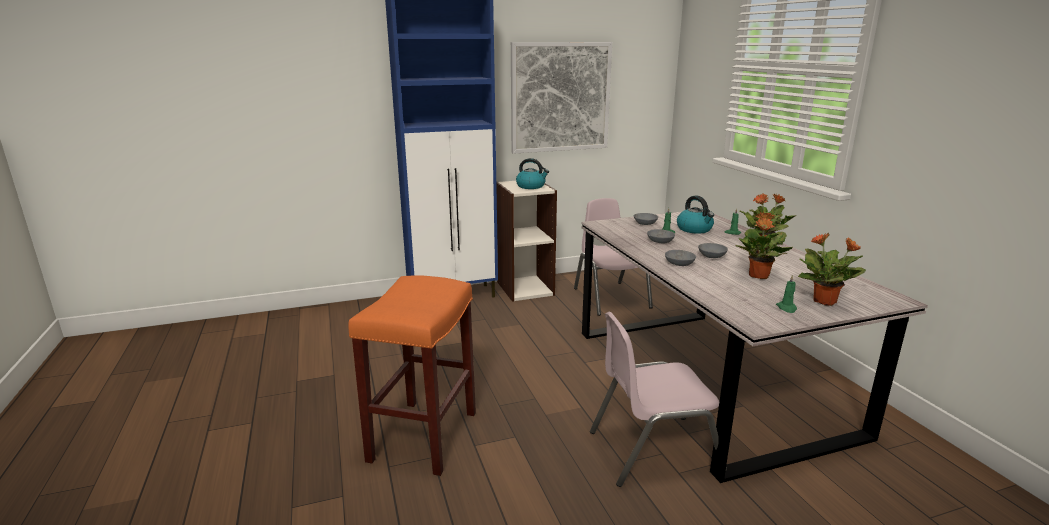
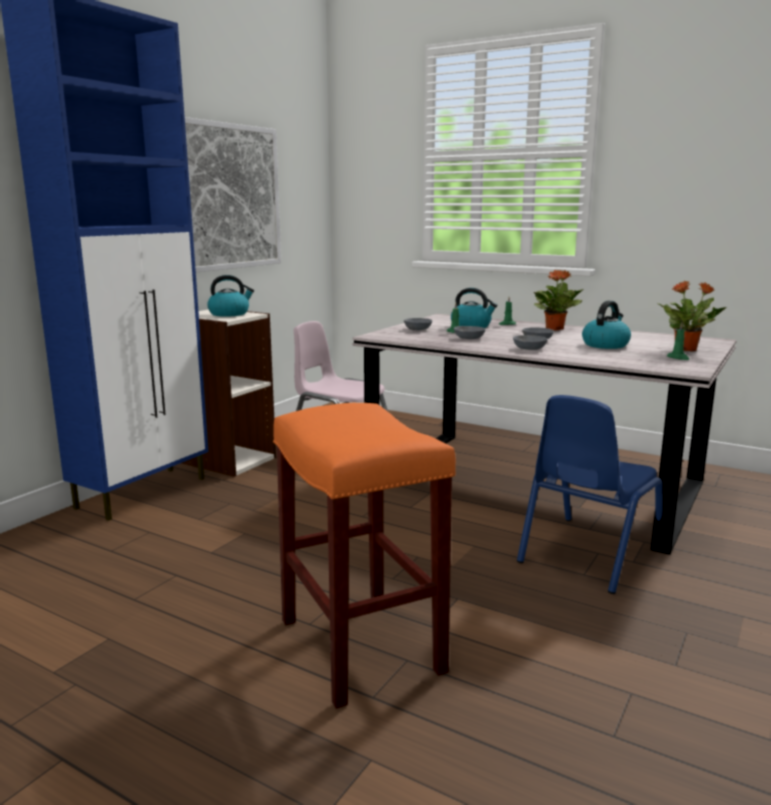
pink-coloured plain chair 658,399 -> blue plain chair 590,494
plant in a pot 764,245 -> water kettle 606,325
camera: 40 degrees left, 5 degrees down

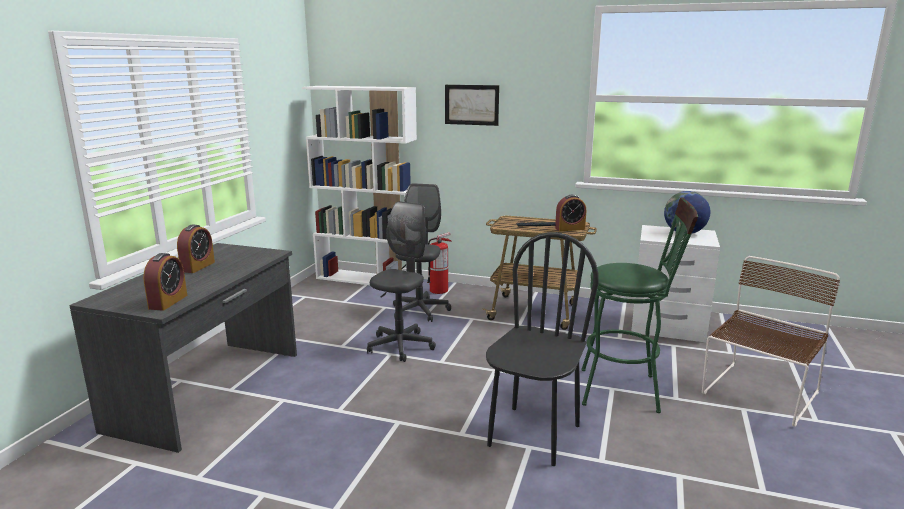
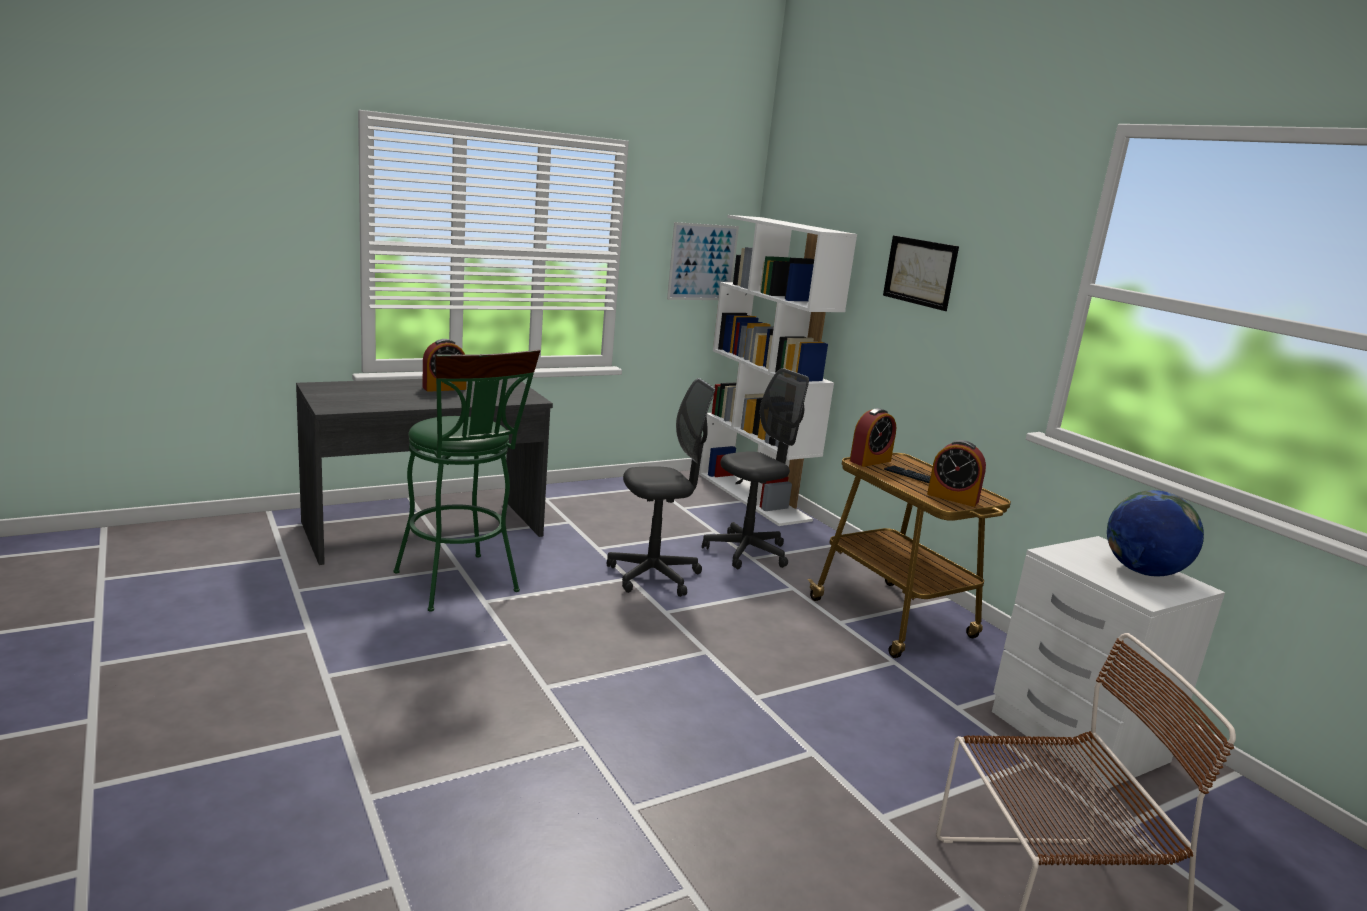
green-coloured stool seat 639,305 -> green-coloured stool seat 466,481, move
none -> wall art 703,261
bedside clock 165,282 -> bedside clock 873,437, move
fire extinguisher 439,263 -> none
blackish plain chair 542,349 -> none
camera: 40 degrees right, 0 degrees up

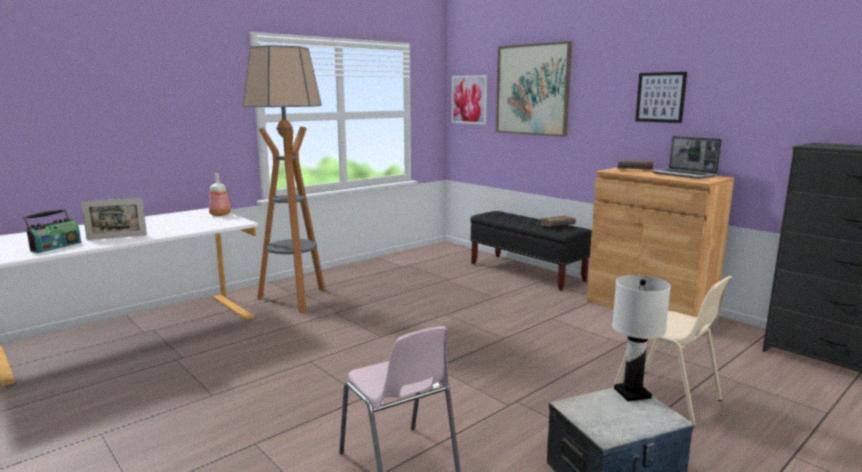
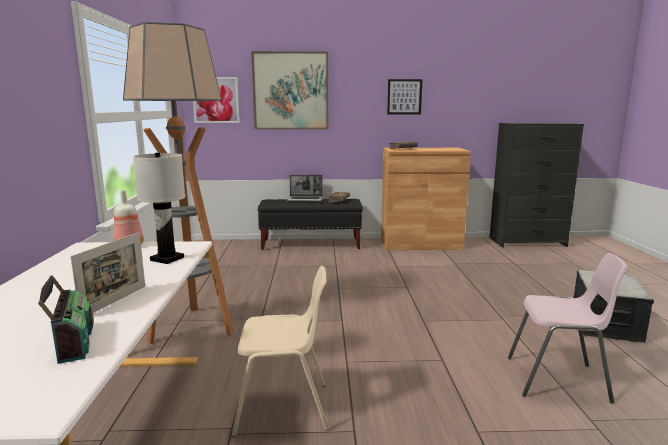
white table lamp 641,338 -> white table lamp 159,208, move
beige-coloured plain chair 673,351 -> beige-coloured plain chair 280,351, move
laptop 686,157 -> laptop 305,188, move
camera: 50 degrees left, 0 degrees up

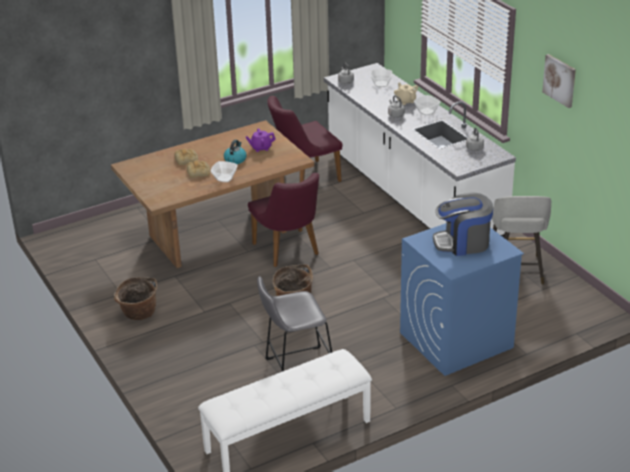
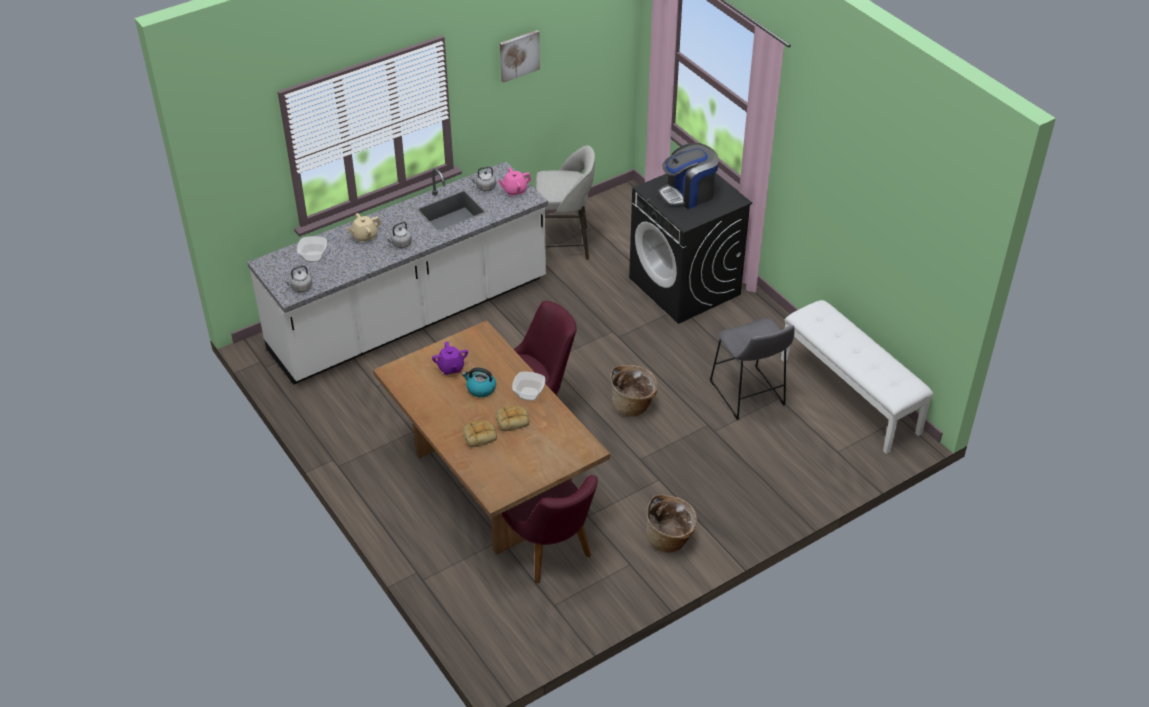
none -> pink-coloured tea pot 514,182
purplish plain chair 305,139 -> purplish plain chair 550,529, move
blue laundry machine 462,299 -> blackish laundry machine 690,248
coffee machine 463,224 -> coffee machine 688,176, 75 degrees clockwise
serving bowl 427,105 -> none
camera: 95 degrees left, 10 degrees up

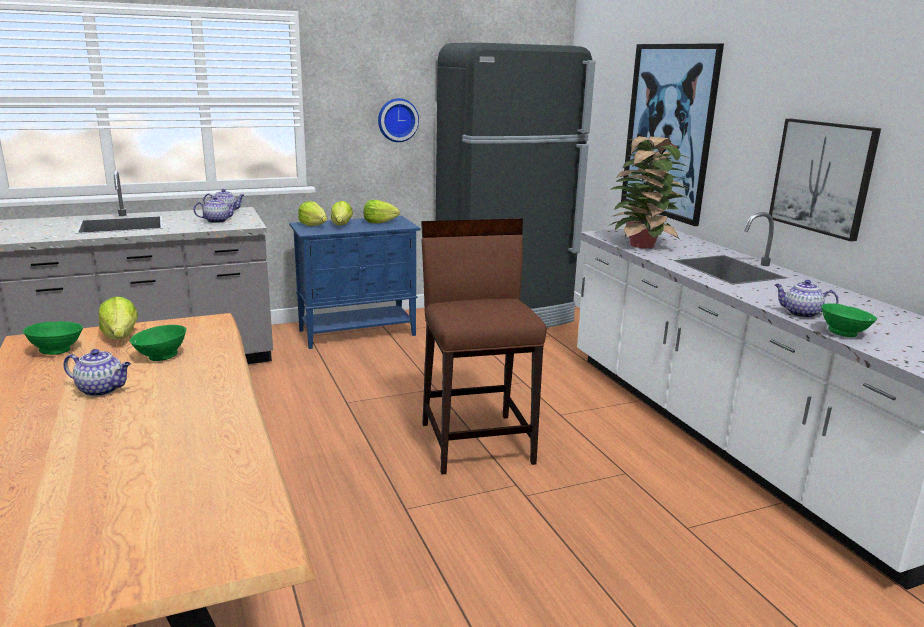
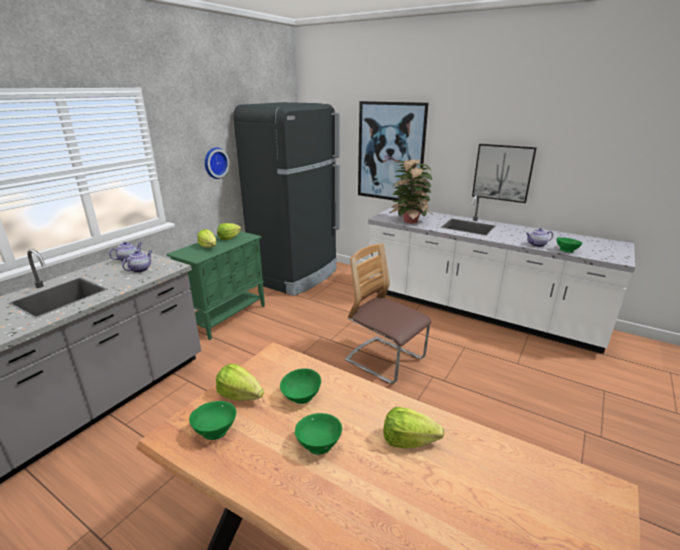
blue cupboard 354,282 -> green-coloured cupboard 215,285
tea pot 97,372 -> green-coloured serving bowl 318,434
brown-coloured stool seat 483,346 -> plain chair 388,314
lettuce head 312,213 -> lettuce head 414,427, move
camera: 35 degrees left, 5 degrees up

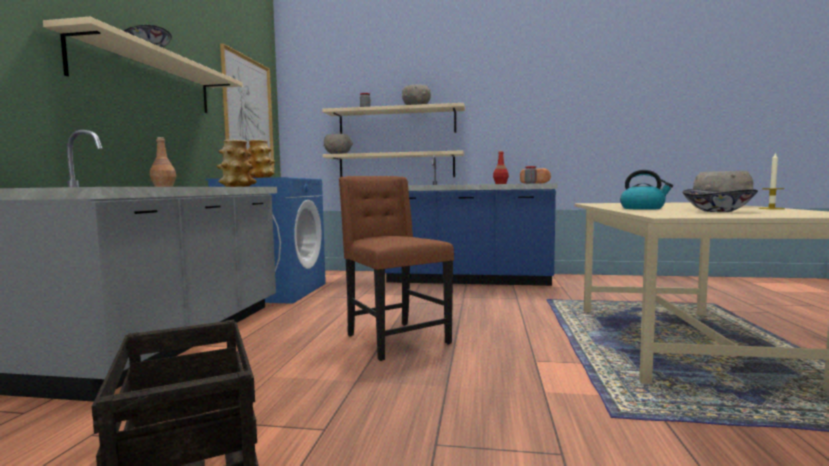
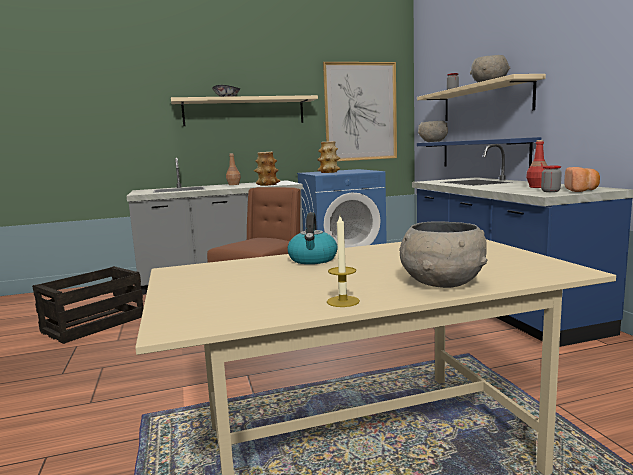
beige-coloured wall shelf 393,163 -> blue wall shelf 479,152
serving bowl 720,200 -> none
camera: 65 degrees right, 5 degrees up

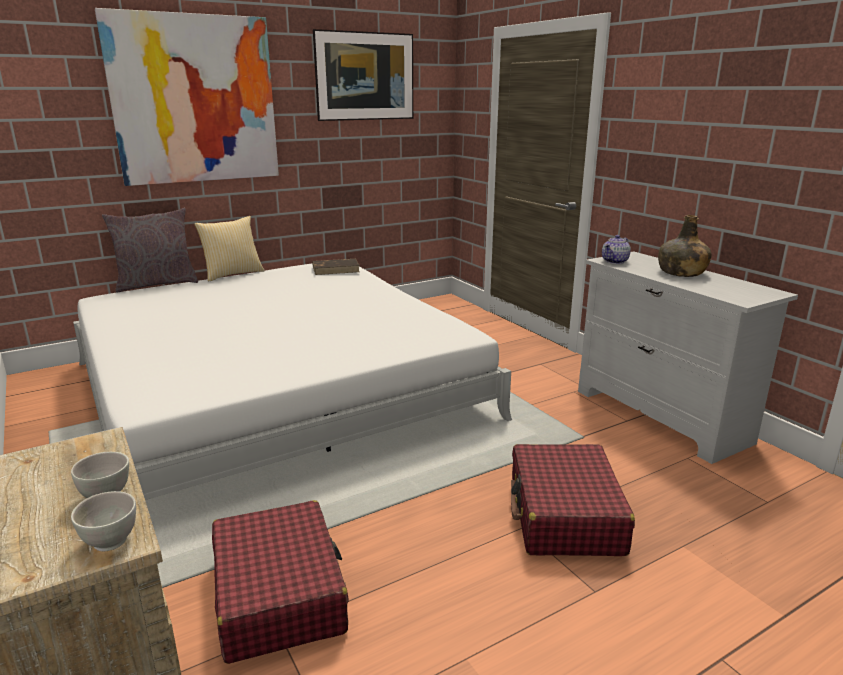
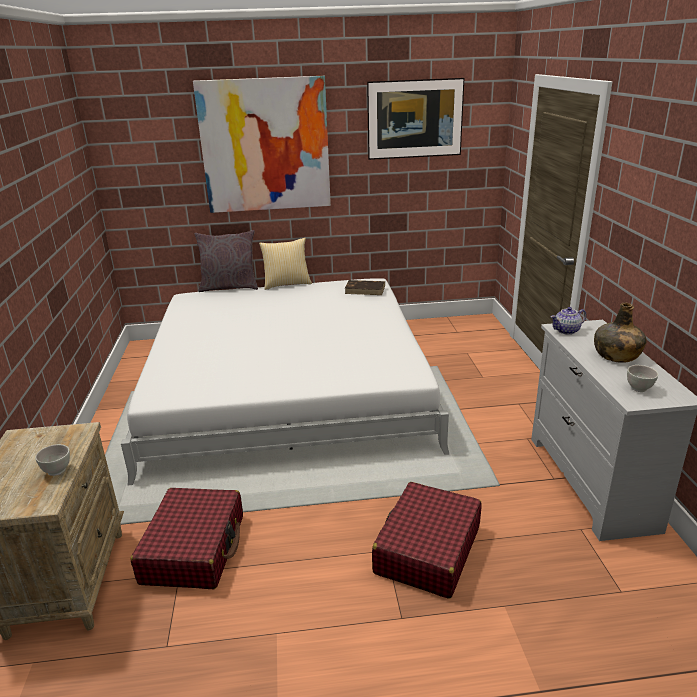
white serving bowl 103,521 -> white serving bowl 643,378, move
camera: 25 degrees right, 5 degrees up

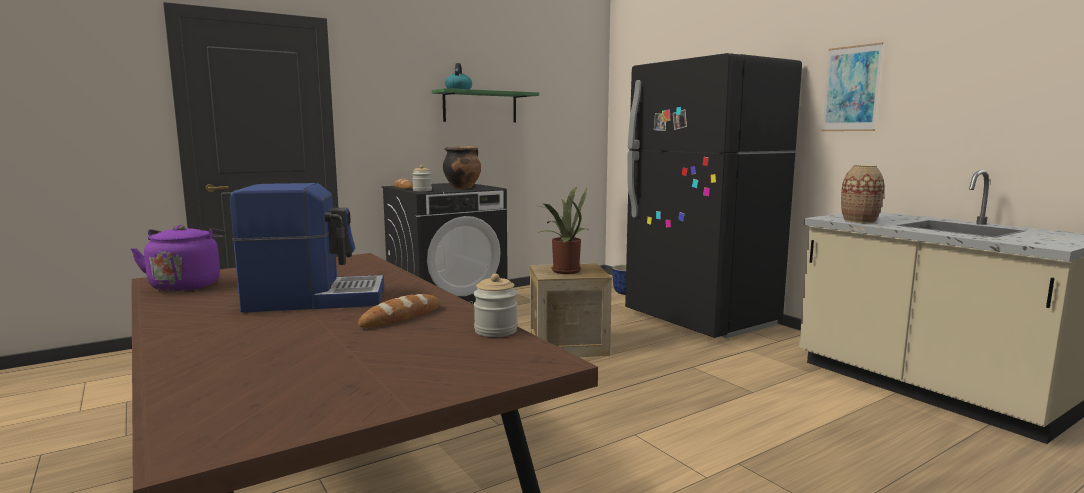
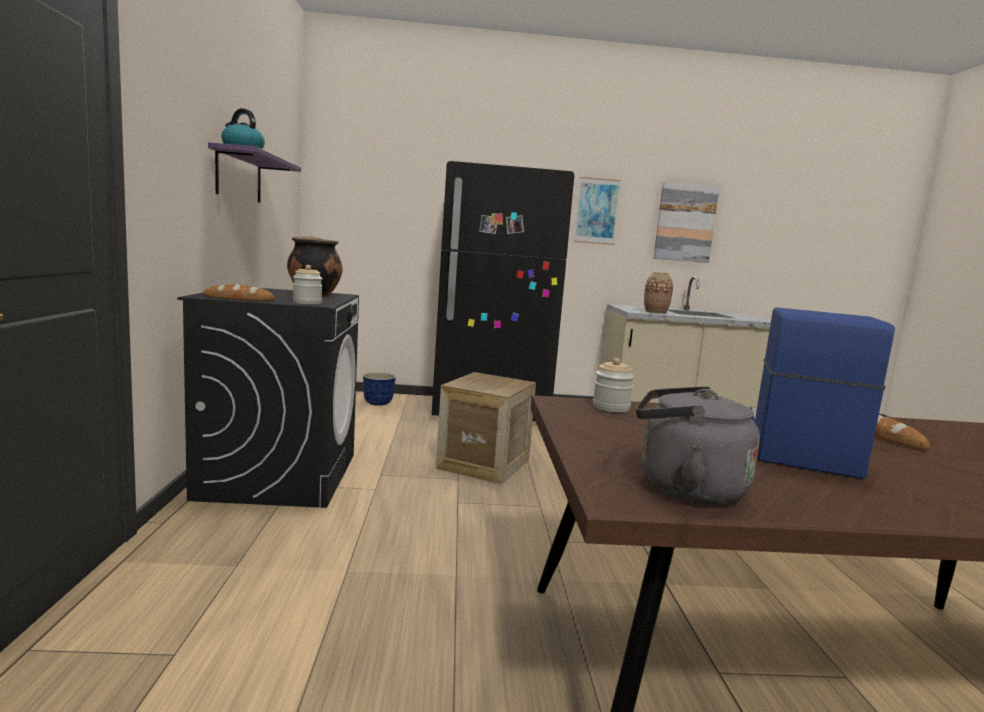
green-coloured wall shelf 485,105 -> purplish wall shelf 254,172
preserve jar 495,305 -> preserve jar 613,385, move
purplish water kettle 178,258 -> grey water kettle 698,445
none -> wall art 686,222
plant in a pot 563,230 -> none
camera: 60 degrees left, 0 degrees up

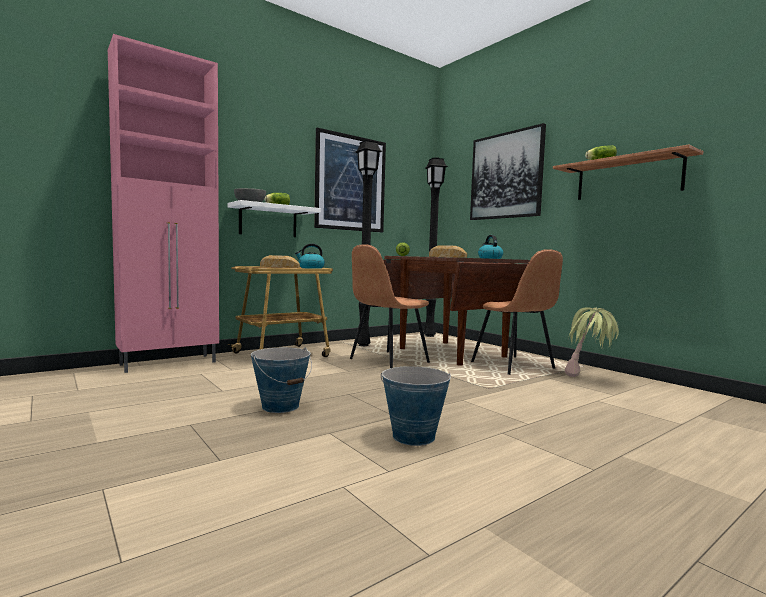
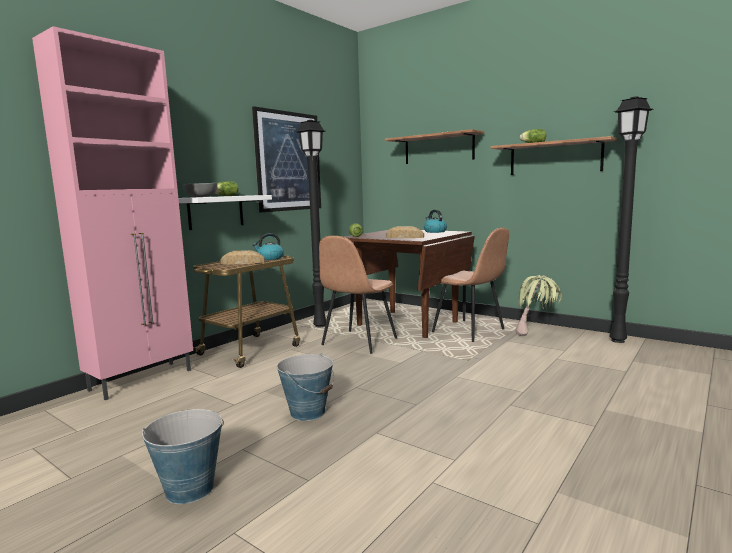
bucket 416,406 -> bucket 183,456, move
wall art 508,171 -> wall shelf 434,146
blackish floor lamp 436,247 -> blackish floor lamp 631,219, move
camera: 15 degrees left, 5 degrees up

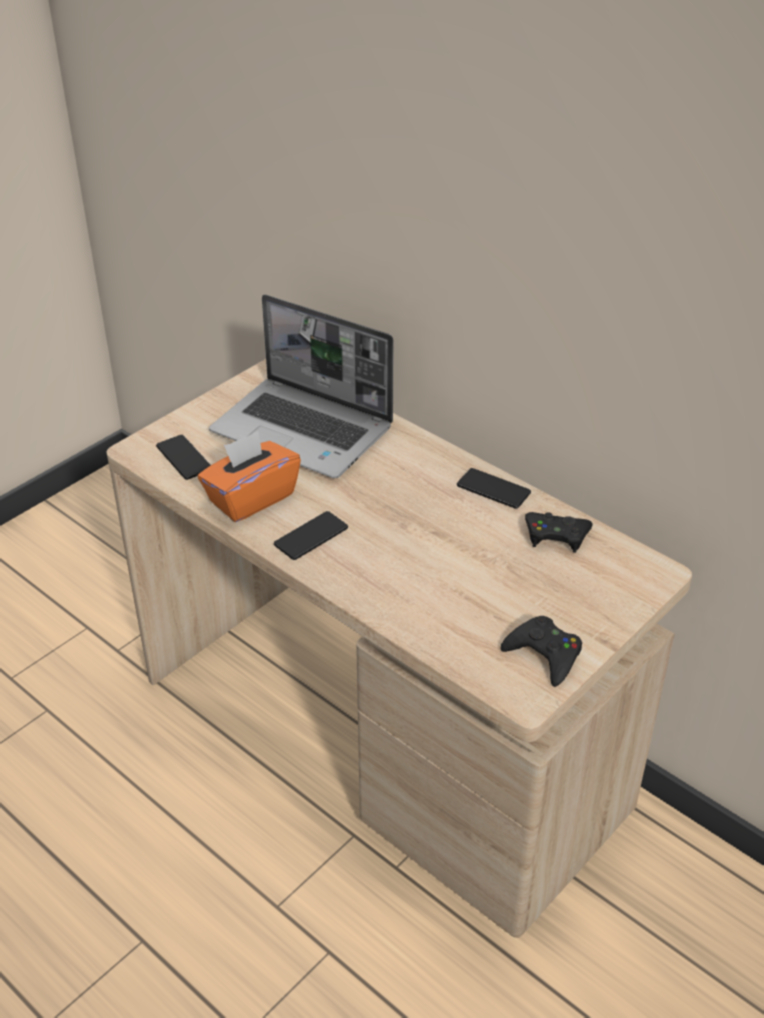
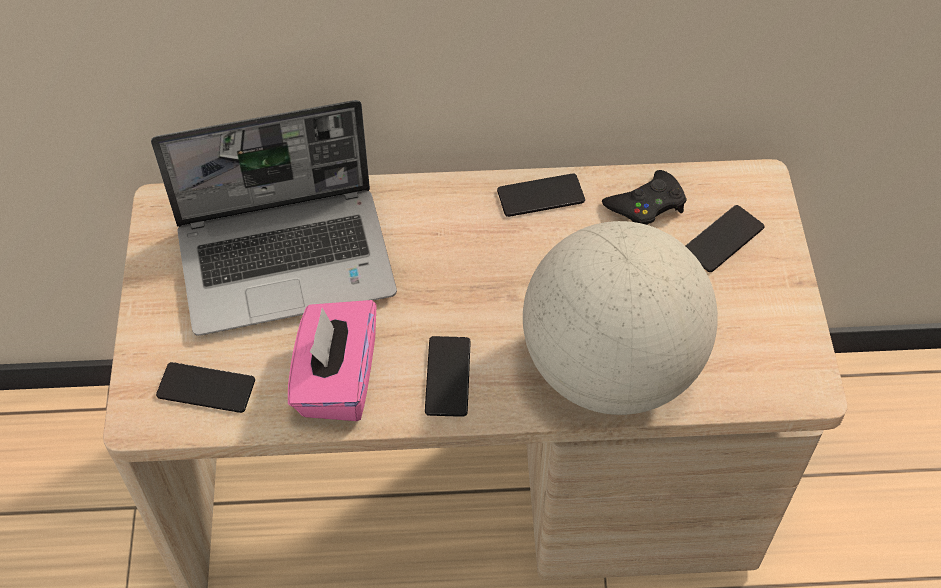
orange tissue box 249,476 -> pink-coloured tissue box 332,360
none -> desk globe 620,318
none -> handset 725,238
blackish joypad 541,651 -> none
camera: 45 degrees left, 15 degrees up

